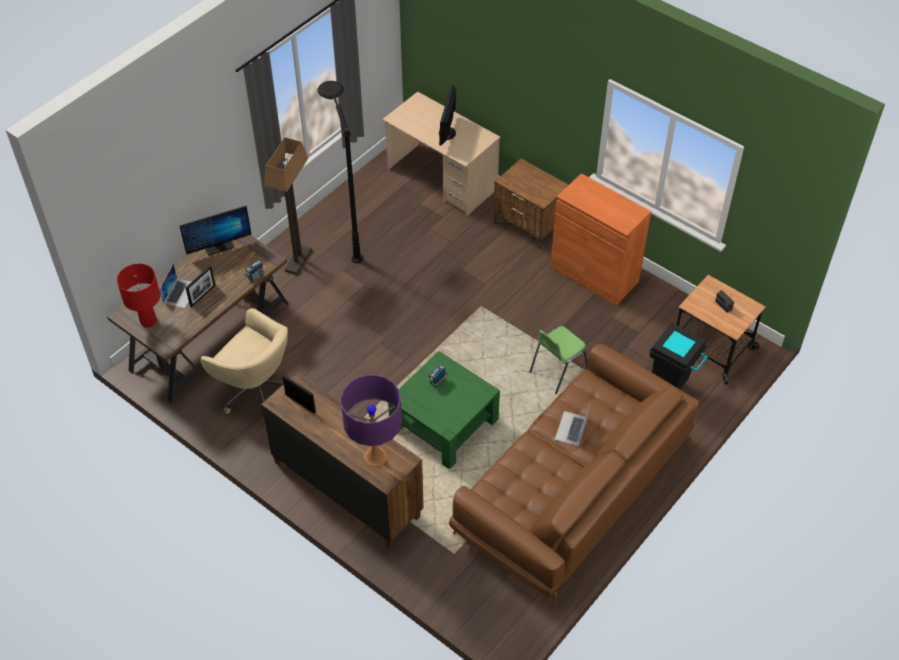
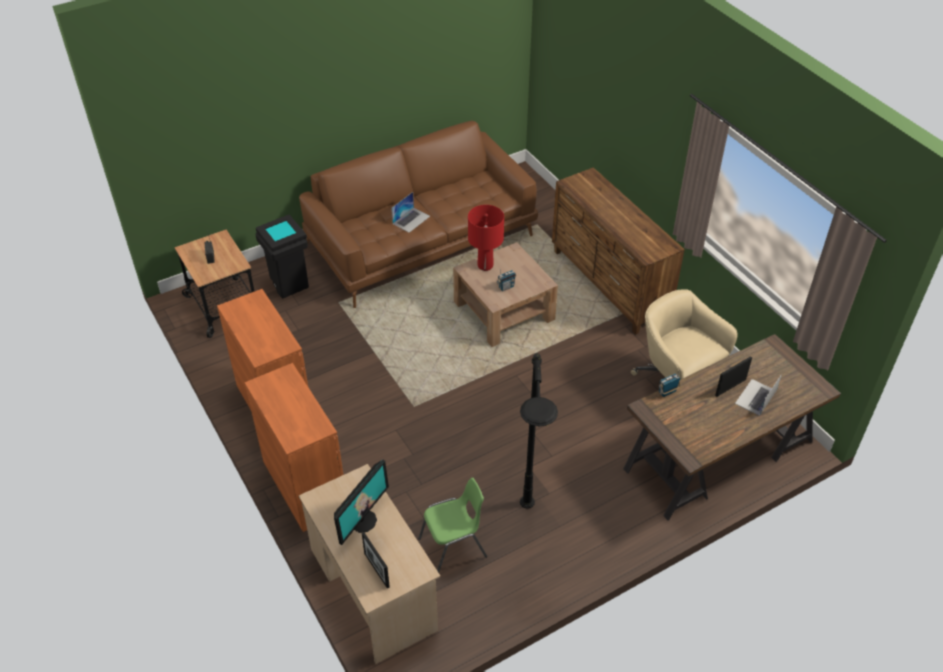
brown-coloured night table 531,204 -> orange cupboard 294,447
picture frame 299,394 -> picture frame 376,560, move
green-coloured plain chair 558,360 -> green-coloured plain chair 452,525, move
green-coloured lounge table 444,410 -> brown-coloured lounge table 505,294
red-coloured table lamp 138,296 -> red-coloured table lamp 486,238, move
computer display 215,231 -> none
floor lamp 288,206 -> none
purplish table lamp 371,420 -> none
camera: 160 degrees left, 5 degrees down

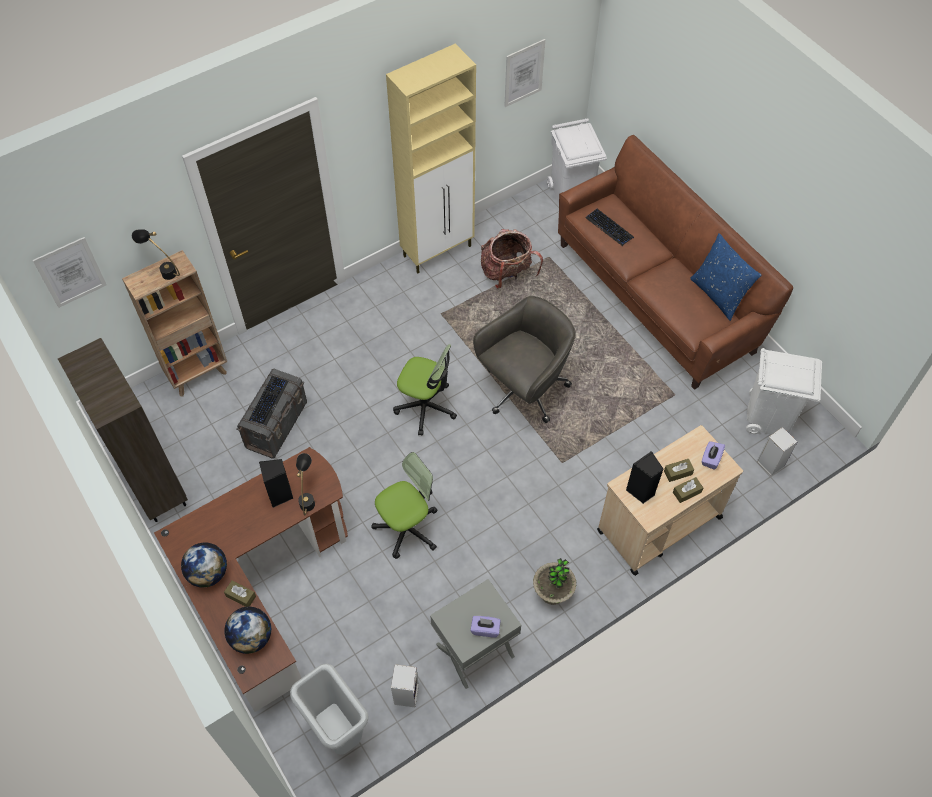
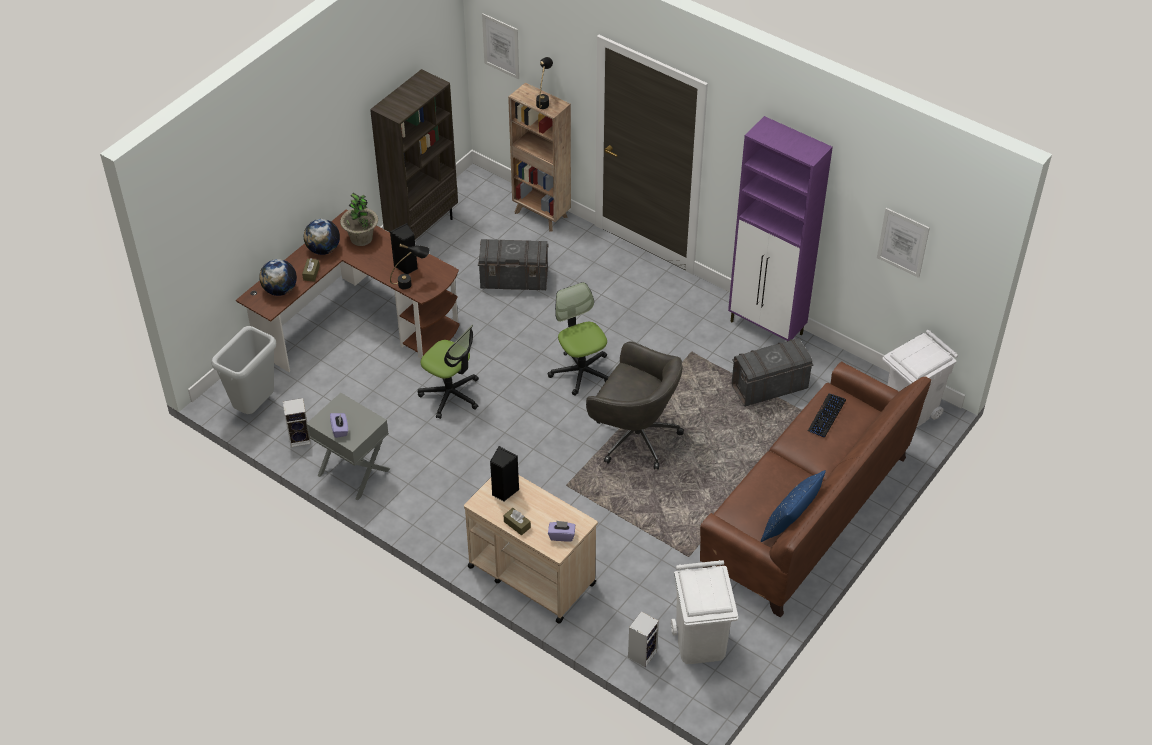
plant in a pot 554,581 -> plant in a pot 359,219, move
desk chair 425,390 -> desk chair 578,339, 150 degrees clockwise
beige-coloured cupboard 431,158 -> purplish cupboard 780,228
rucksack 511,259 -> grey storage container 772,372
computer keyboard 268,400 -> none
brown-coloured tissue box 679,470 -> none
camera: 70 degrees right, 10 degrees down

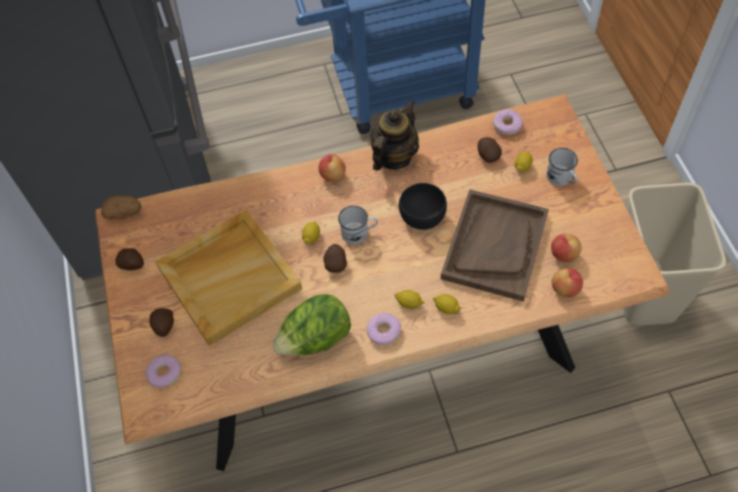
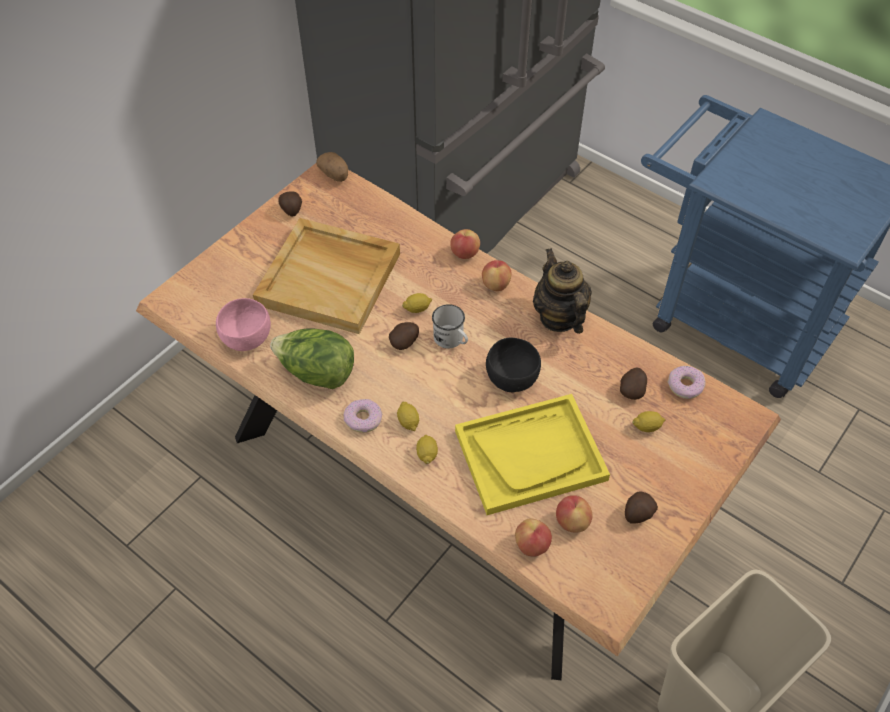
none -> pink-coloured serving bowl 243,324
none -> apple 465,244
brown-coloured carrying tray 495,245 -> yellow-coloured carrying tray 532,454
tea pot 394,135 -> tea pot 562,291, 105 degrees counterclockwise
potato 161,322 -> potato 641,507, move
ring doughnut 163,371 -> none
white tea mug 562,167 -> none
camera: 50 degrees right, 5 degrees down

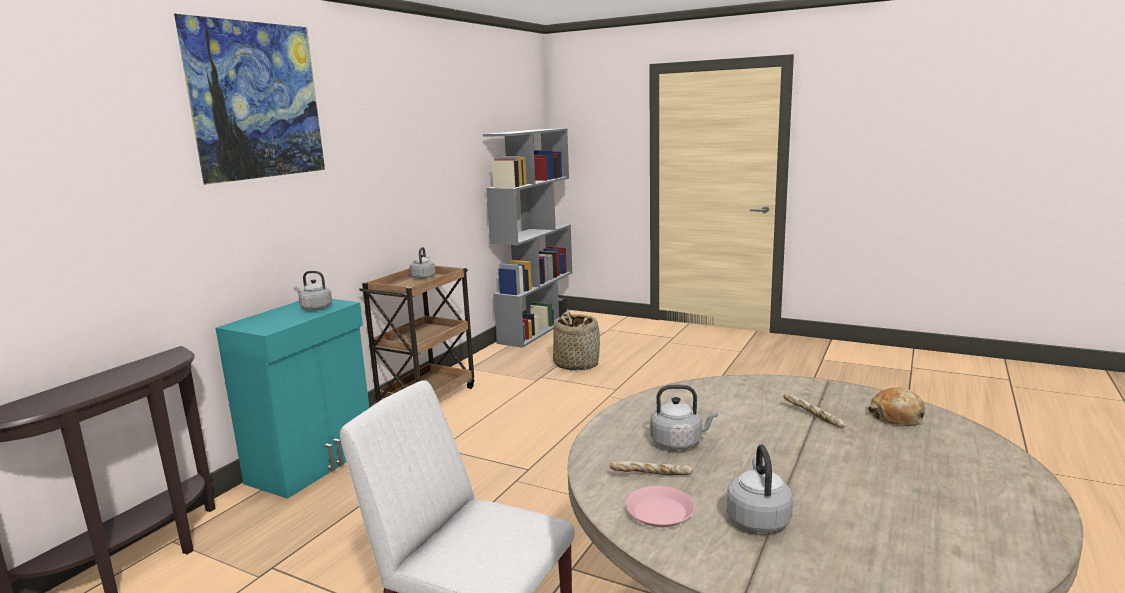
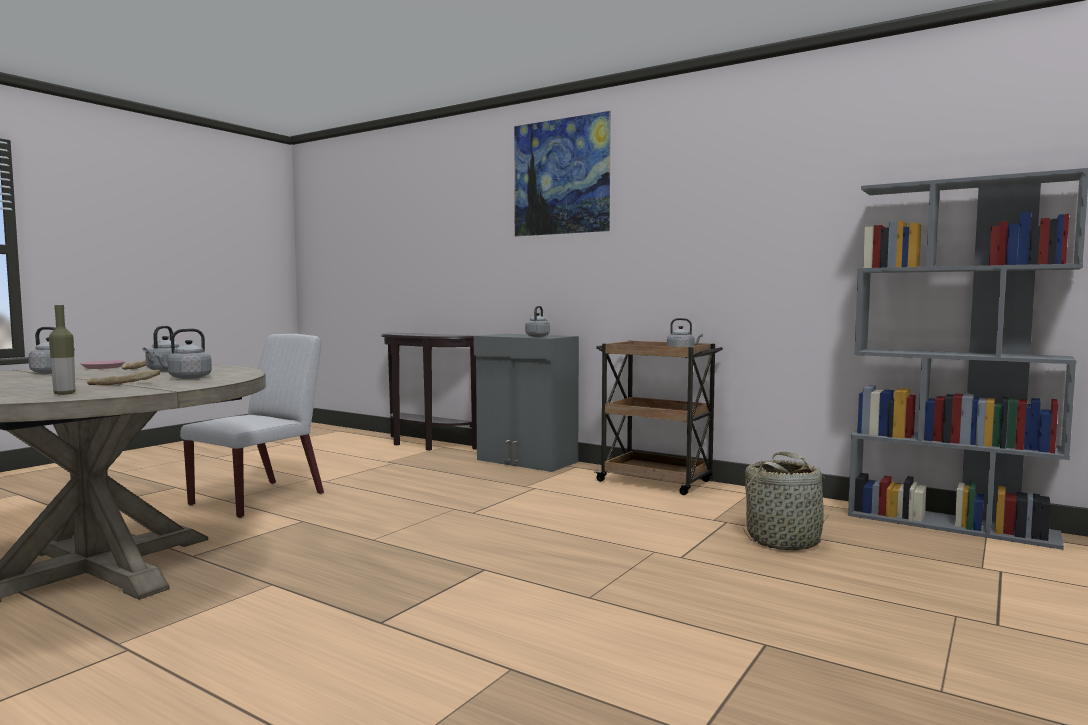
bread 896,407 -> beverage bottle 62,350
none -> grey water kettle 182,353
blue-green cupboard 292,399 -> grey cupboard 526,403
camera: 95 degrees right, 10 degrees down

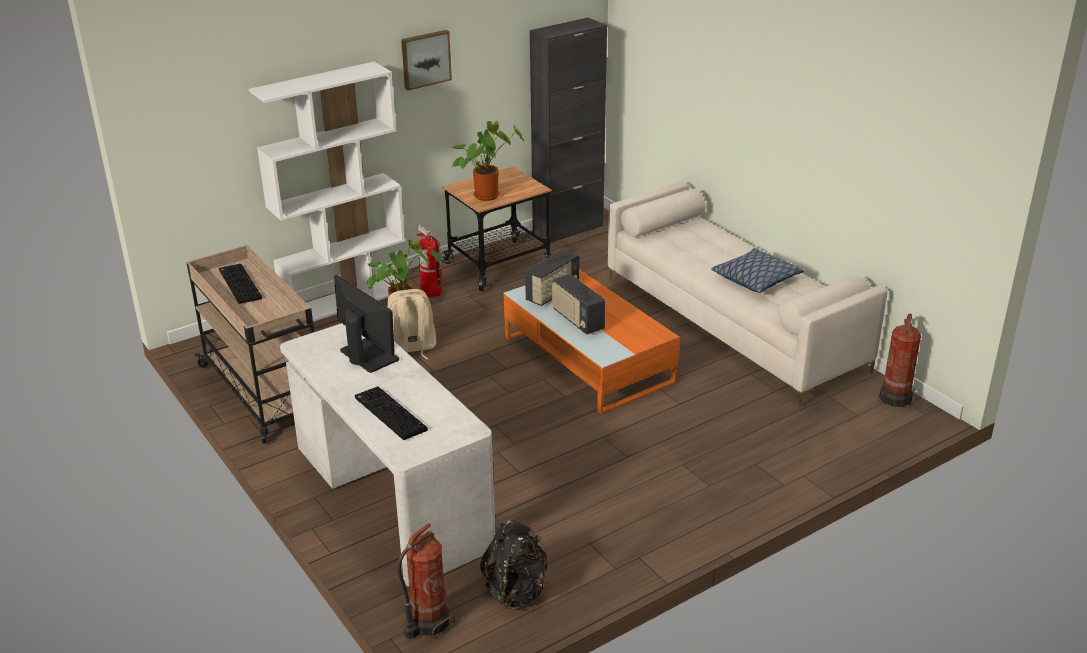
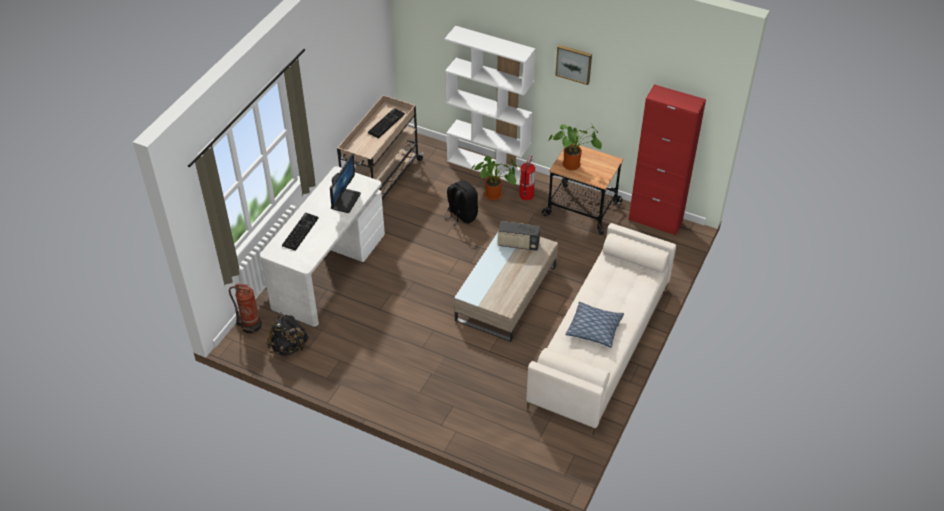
beige-coloured rucksack 412,324 -> blackish rucksack 461,203
orange lounge table 592,341 -> beige-coloured lounge table 506,287
blackish cupboard 568,131 -> red-coloured cupboard 667,159
radio receiver 579,304 -> none
fire extinguisher 899,361 -> none
camera: 60 degrees right, 15 degrees up

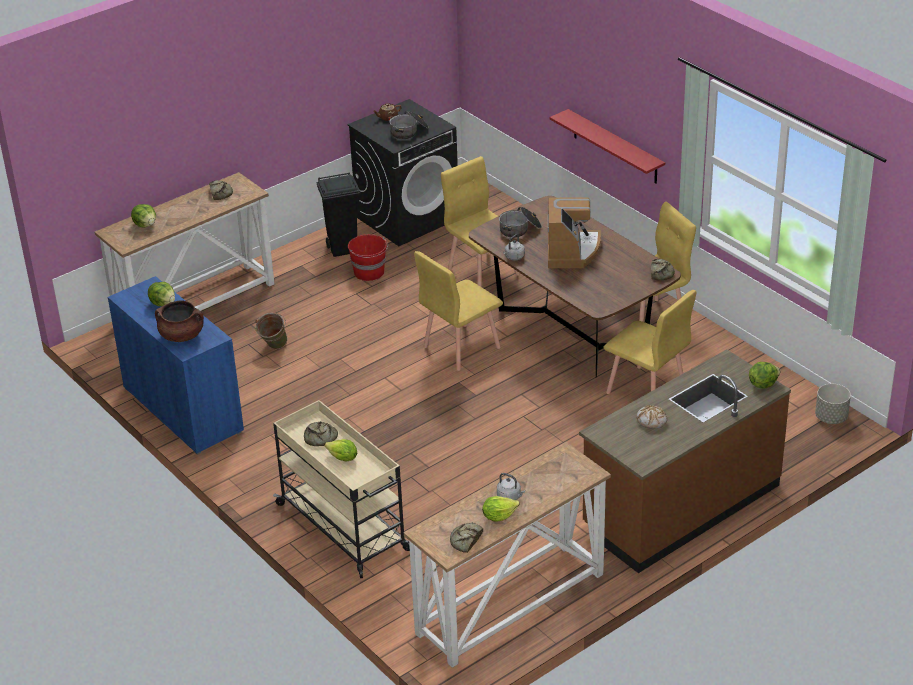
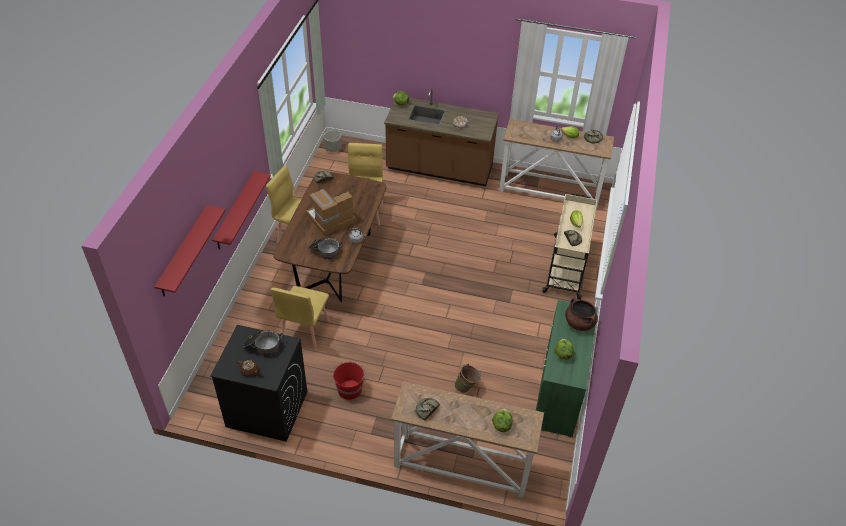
none -> red-coloured wall shelf 190,250
blue cupboard 175,365 -> green-coloured cupboard 567,369
blackish waste bin 339,214 -> none
yellow-coloured plain chair 458,311 -> none
camera: 130 degrees left, 10 degrees up

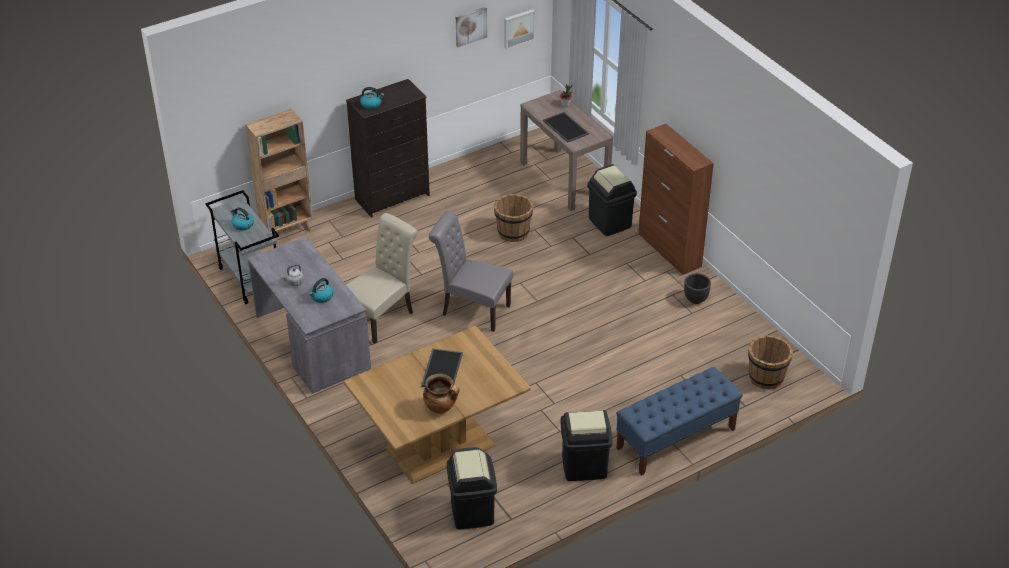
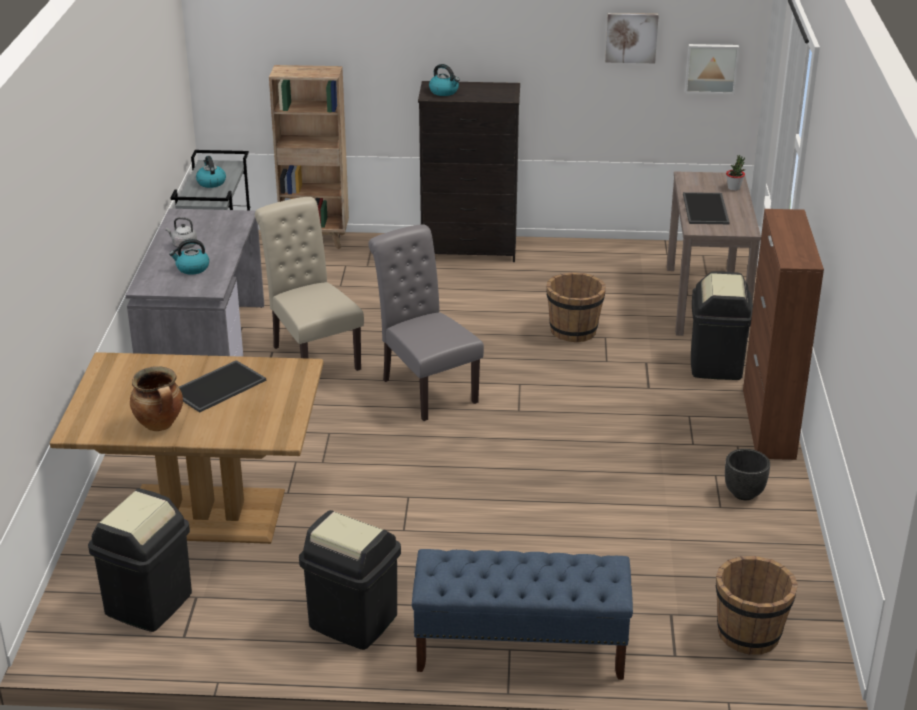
beige-coloured plain chair 382,278 -> beige-coloured plain chair 309,284, 105 degrees counterclockwise
camera: 35 degrees right, 10 degrees down

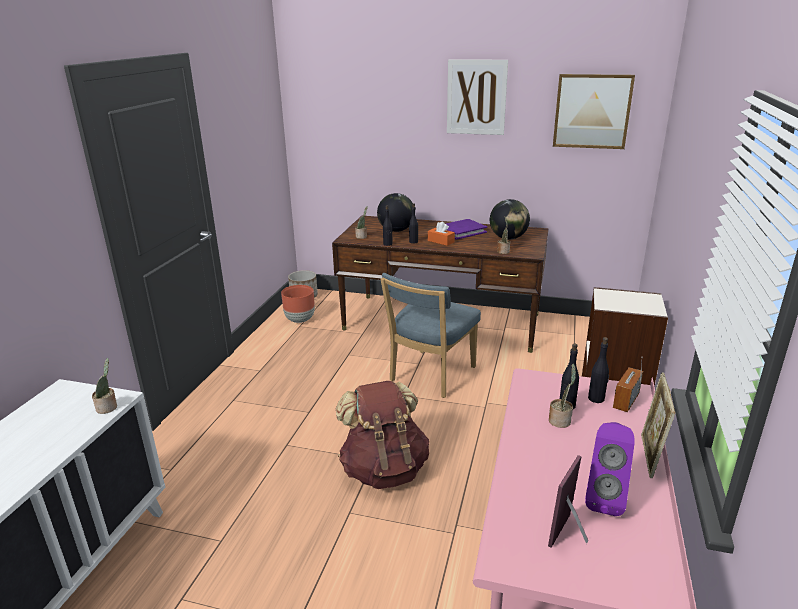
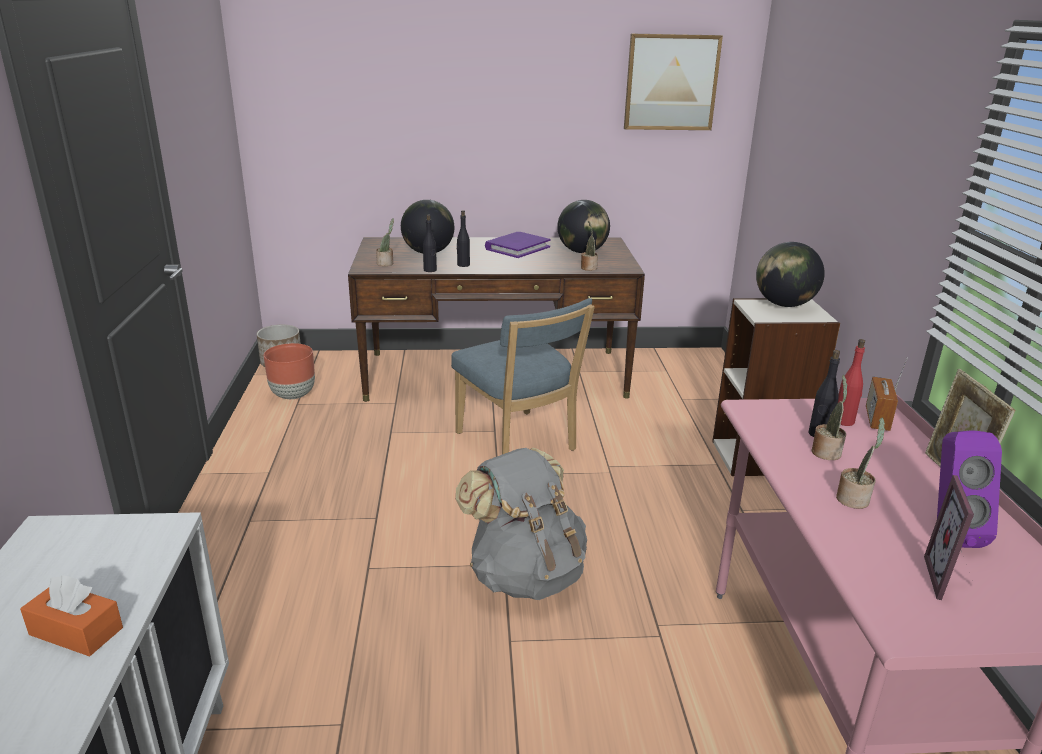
orange tissue box 441,233 -> orange tissue box 71,615, move
blue plain chair 430,335 -> blue plain chair 523,376, 45 degrees counterclockwise
brown-coloured rucksack 382,435 -> grey rucksack 521,524
none -> desk globe 790,274
plant in a pot 104,386 -> plant in a pot 860,463, move
blackish beverage bottle 598,370 -> red-coloured beverage bottle 851,382
wall art 477,97 -> none
camera: 20 degrees left, 0 degrees up

